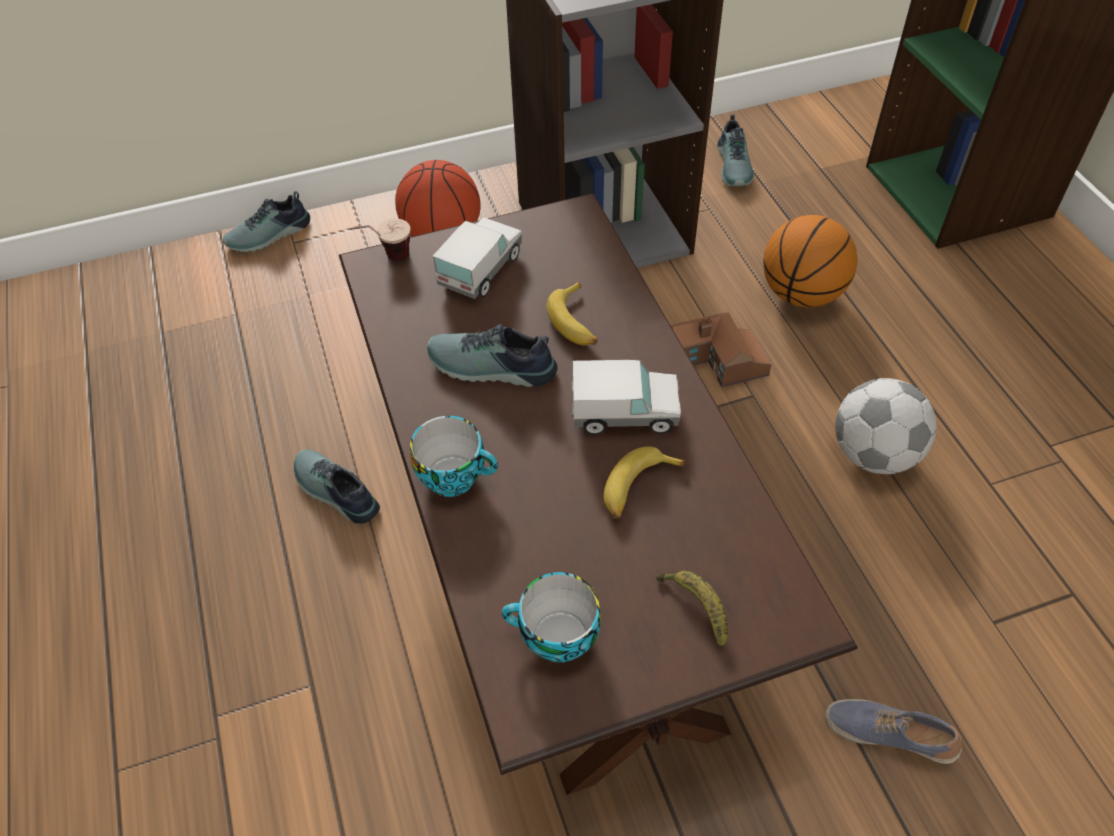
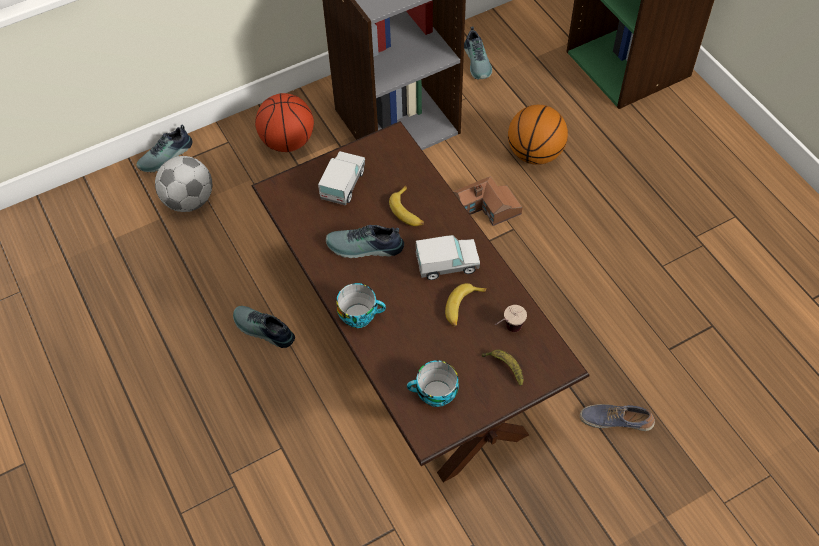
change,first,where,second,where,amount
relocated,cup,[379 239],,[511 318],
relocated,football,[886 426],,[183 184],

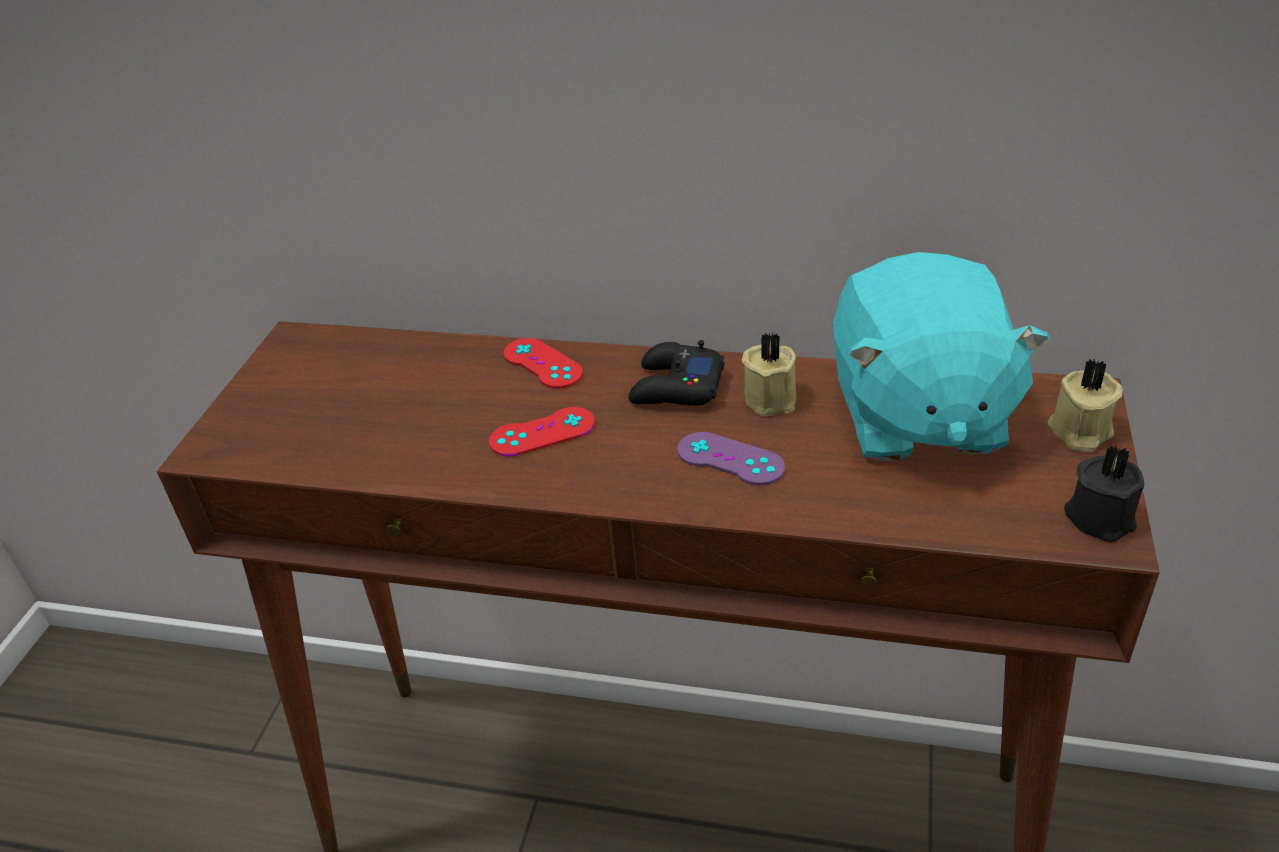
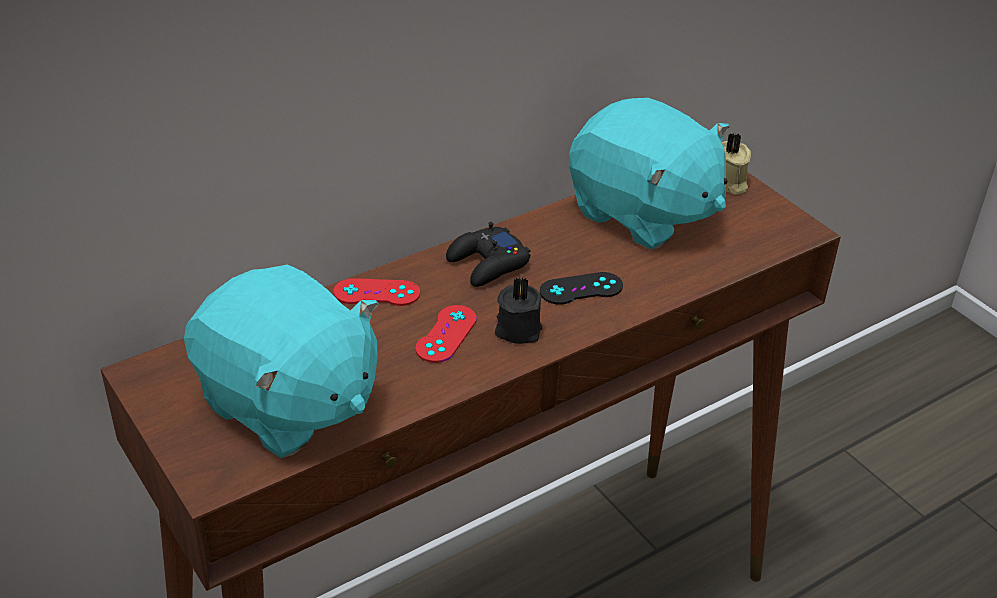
change,first,where,second,where,amount
colour,purple game controller,[731 458],black game controller,[581 288],
missing,beige candle,[769 374],,,
relocated,black candle,[1104 493],,[518 310],
appeared,,,turquoise plush toy,[281 361],

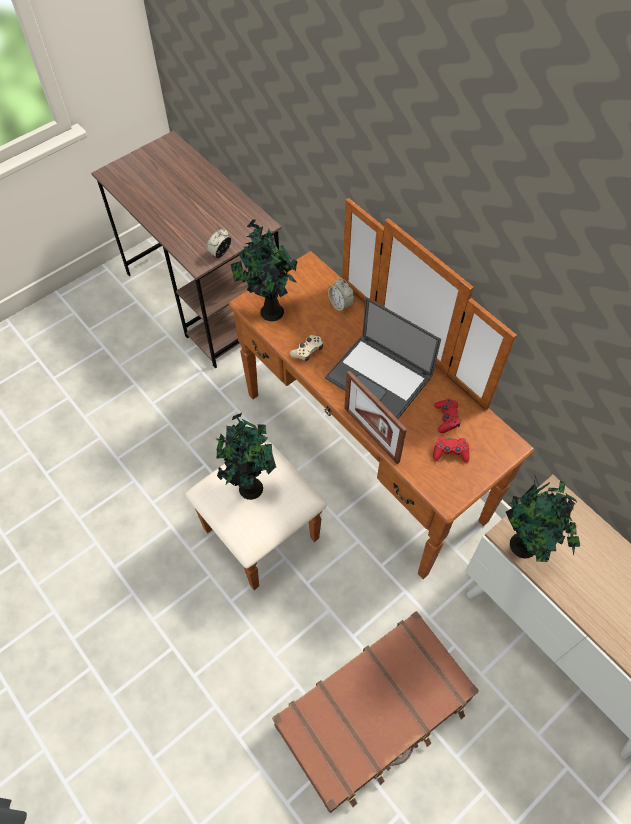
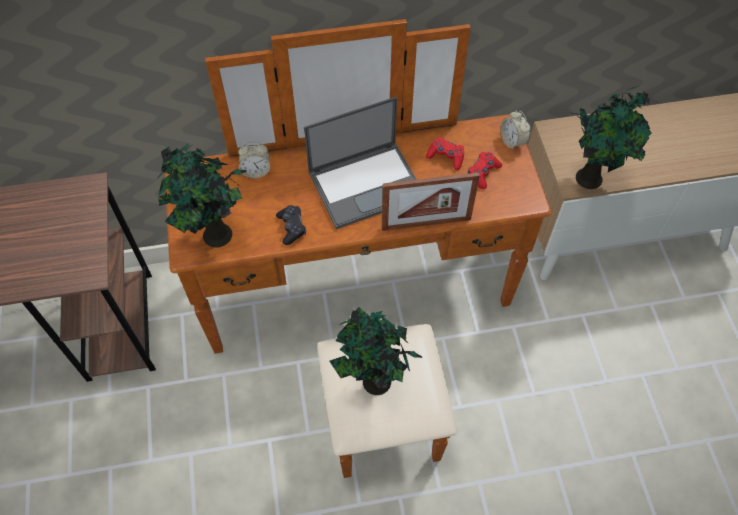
change,first,where,second,where,amount
relocated,alarm clock,[218 243],,[515 130],
missing,brown suitcase,[375 712],,,
colour,beige game controller,[306 348],black game controller,[291 225],

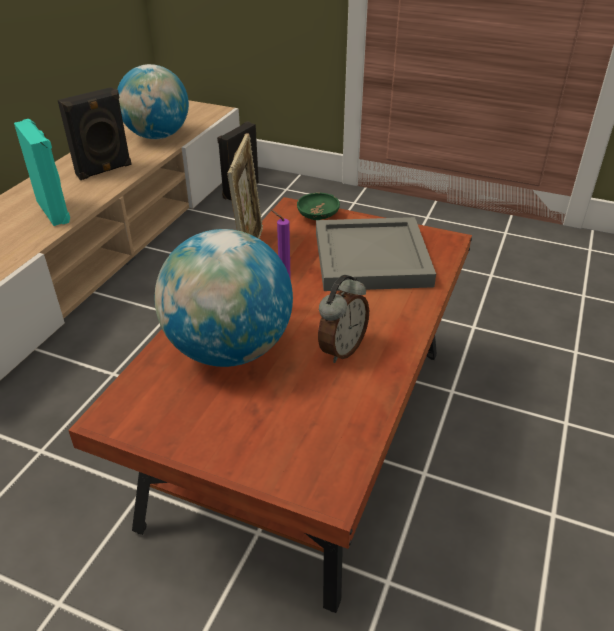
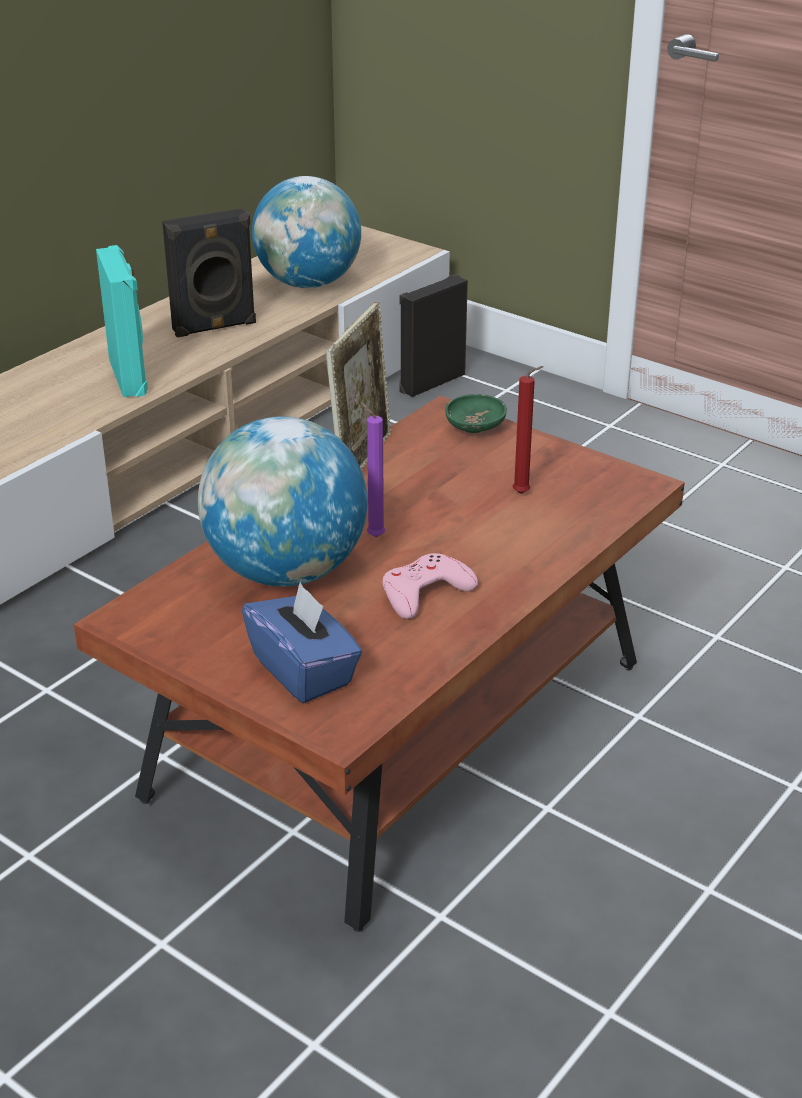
change,first,where,second,where,amount
exchanged,grey tray,[376 254],red candle,[528 430],
exchanged,alarm clock,[343 319],pink game controller,[430 586],
appeared,,,blue tissue box,[302 642],

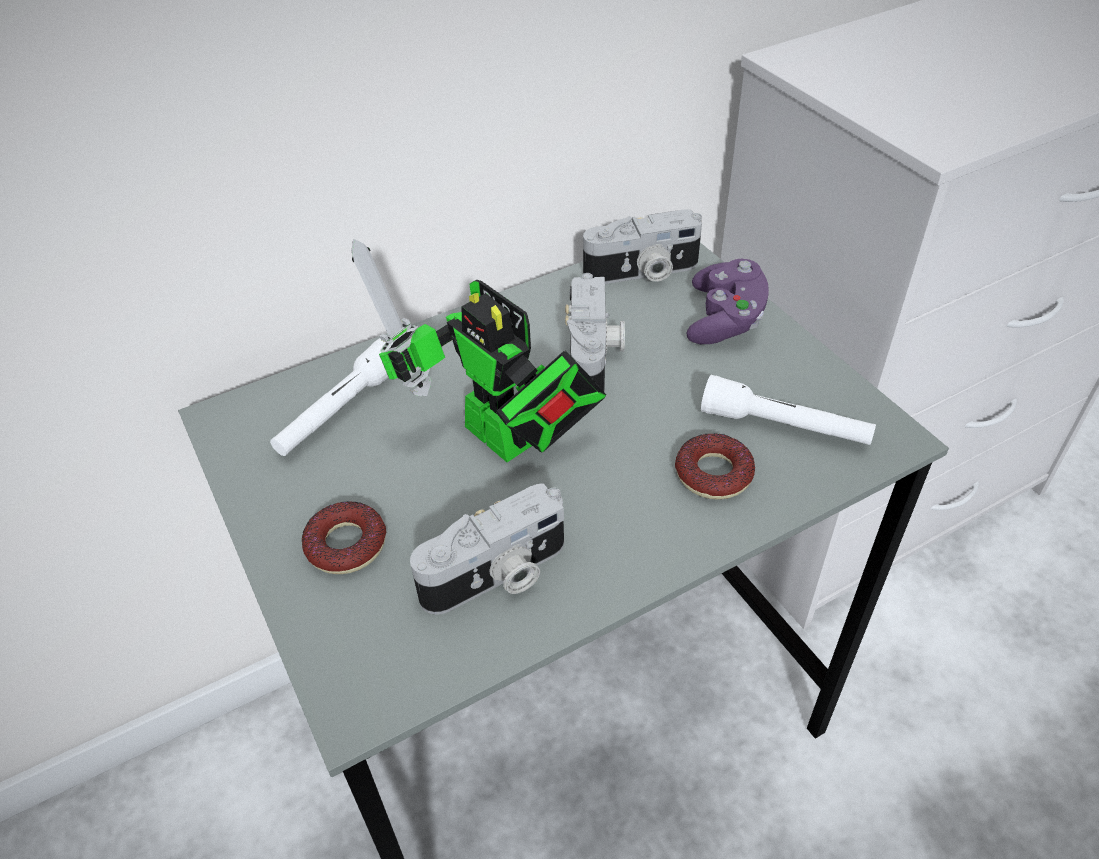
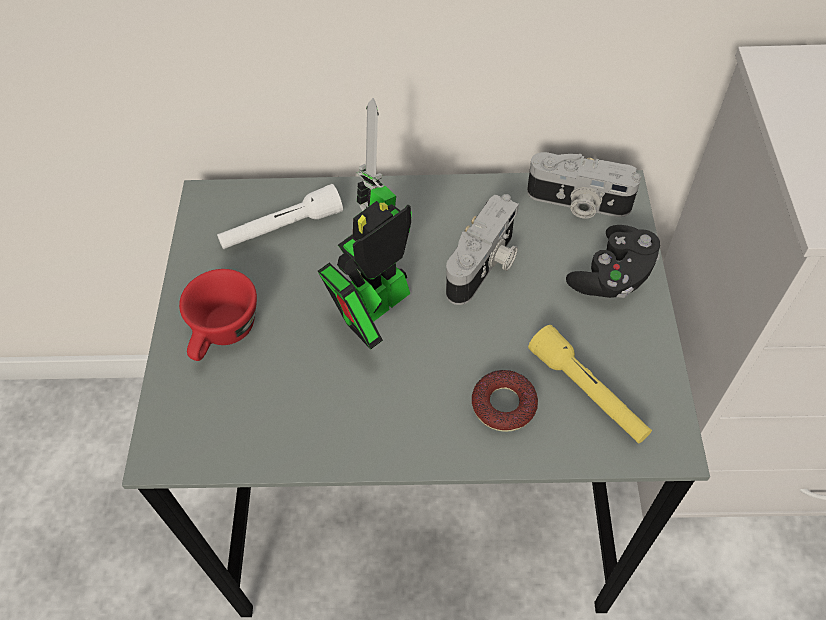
change,first,where,second,where,amount
exchanged,donut,[344 537],red cup,[218 315],
spun,toy robot,[479 350],,[365 224],60 degrees clockwise
missing,photo camera,[487 549],,,
colour,purple game controller,[728 301],black game controller,[613 261],
colour,white flashlight,[788 410],yellow flashlight,[590 384],

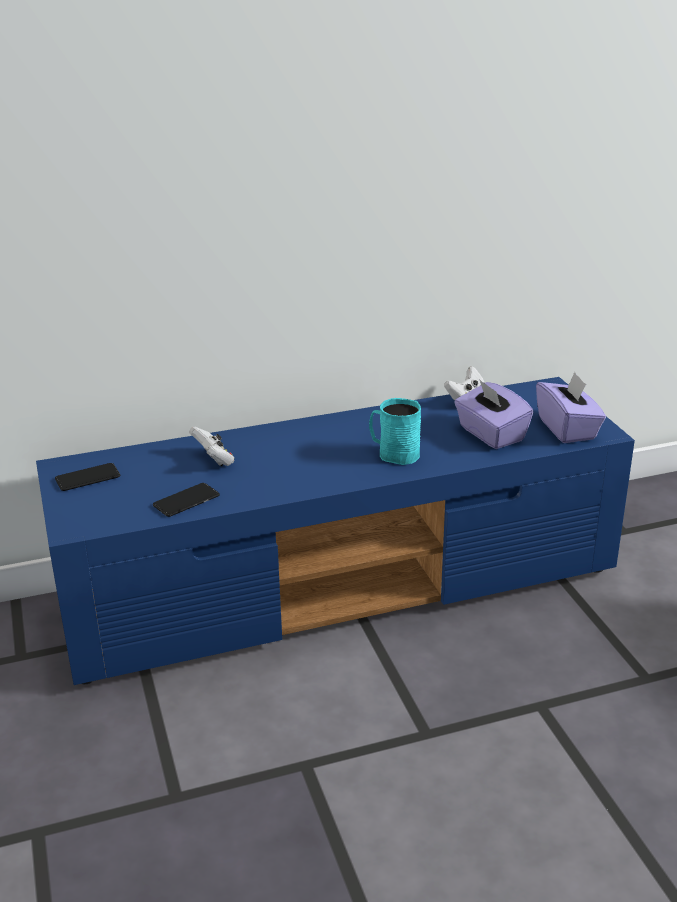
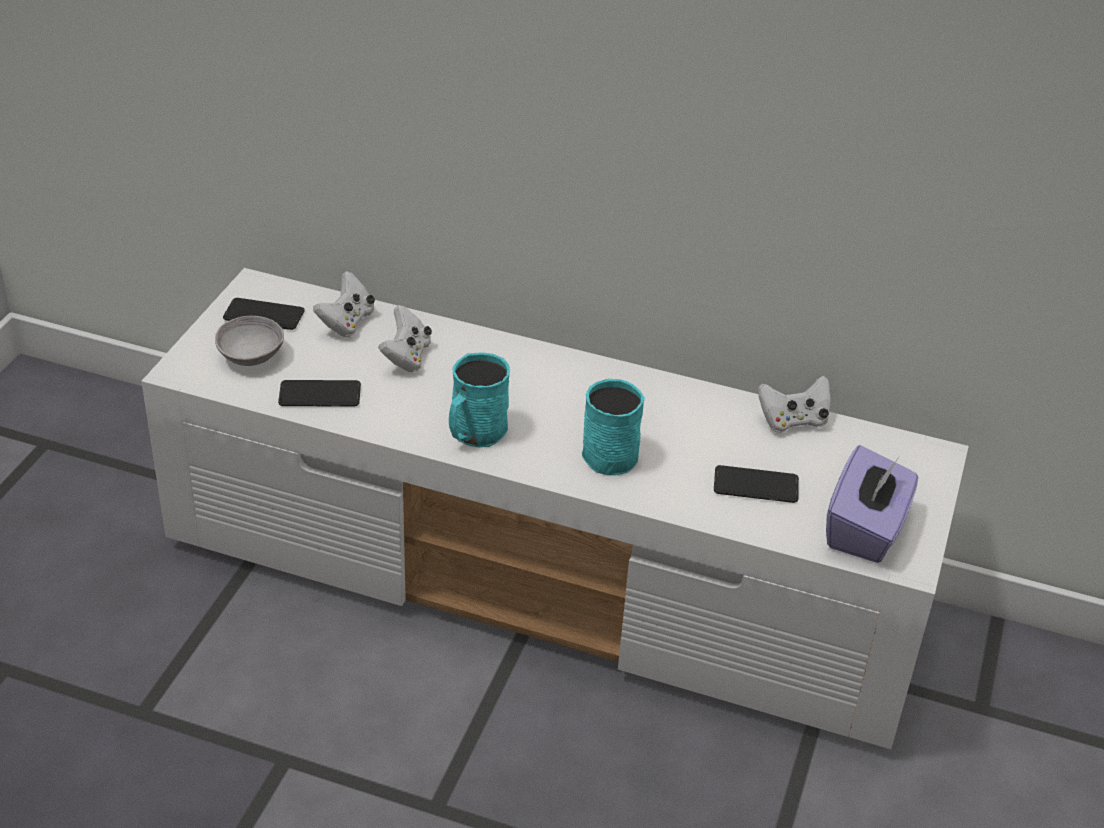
change,first,where,second,where,amount
colour,blue tv stand,[335 531],white tv stand,[555 508],
exchanged,purple tissue box,[493 414],phone,[756 484],
appeared,,,grey bowl,[249 341],
appeared,,,white game controller,[344 304],
appeared,,,turquoise mug,[479 399],

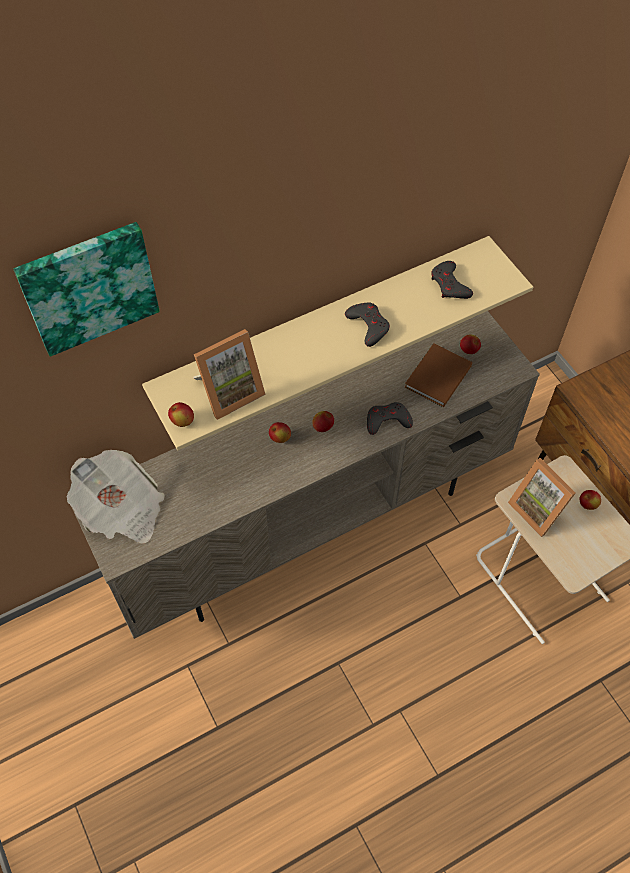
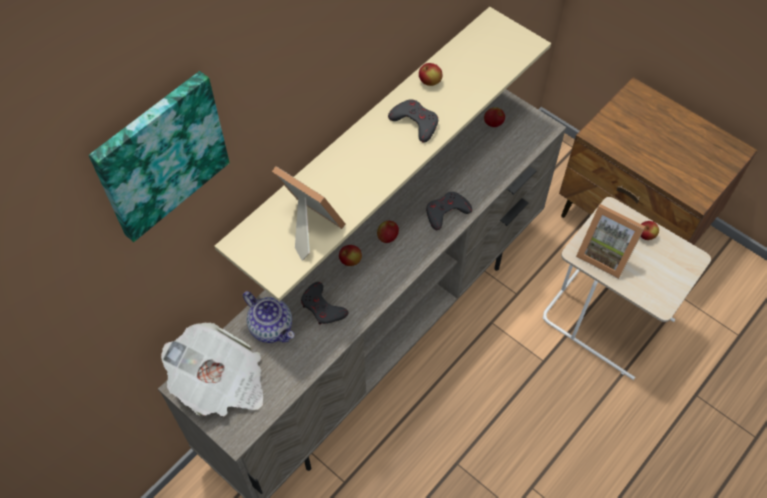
change,first,where,second,where,amount
relocated,apple,[181 414],,[430 74],
spun,picture frame,[229 374],,[308 213],90 degrees counterclockwise
missing,brown book,[438 375],,,
relocated,grey game controller,[452 280],,[324 303],
appeared,,,teapot,[268 317],

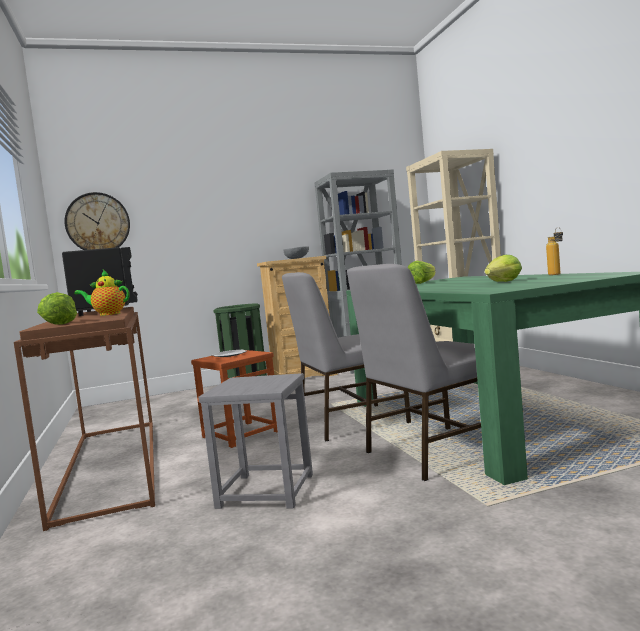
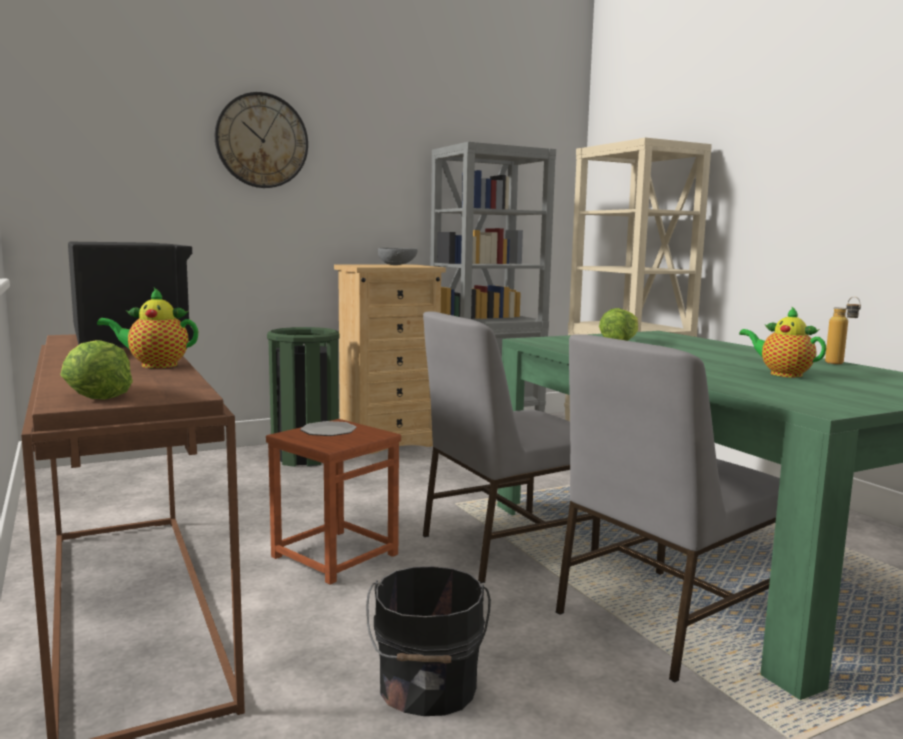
change,first,where,second,where,amount
relocated,wall clock,[97 221],,[261 140],
exchanged,grey stool,[255 441],black bucket,[428 641],
exchanged,lettuce,[503 268],teapot,[782 342],

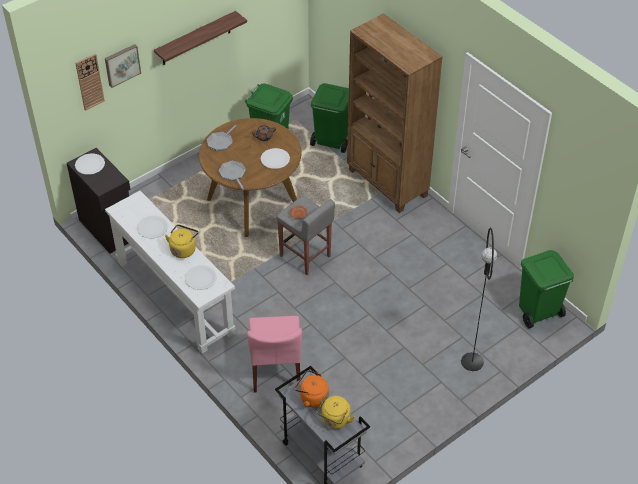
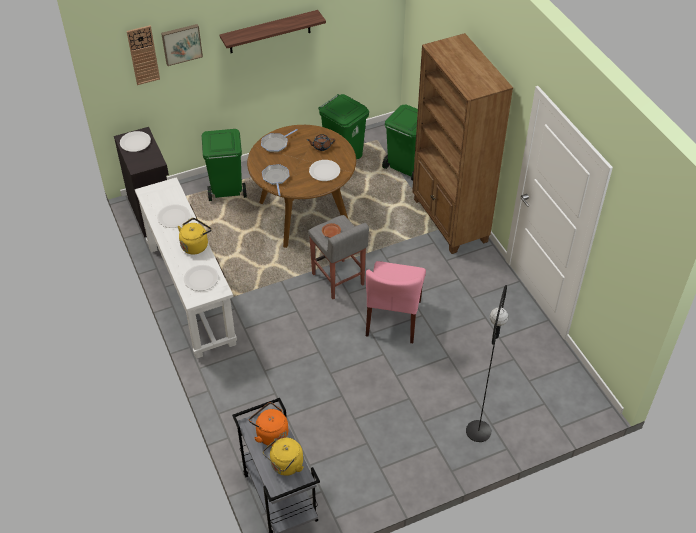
change,first,where,second,where,amount
relocated,pink chair,[274 354],,[396 302],
relocated,green trash can,[546 289],,[224 165],

